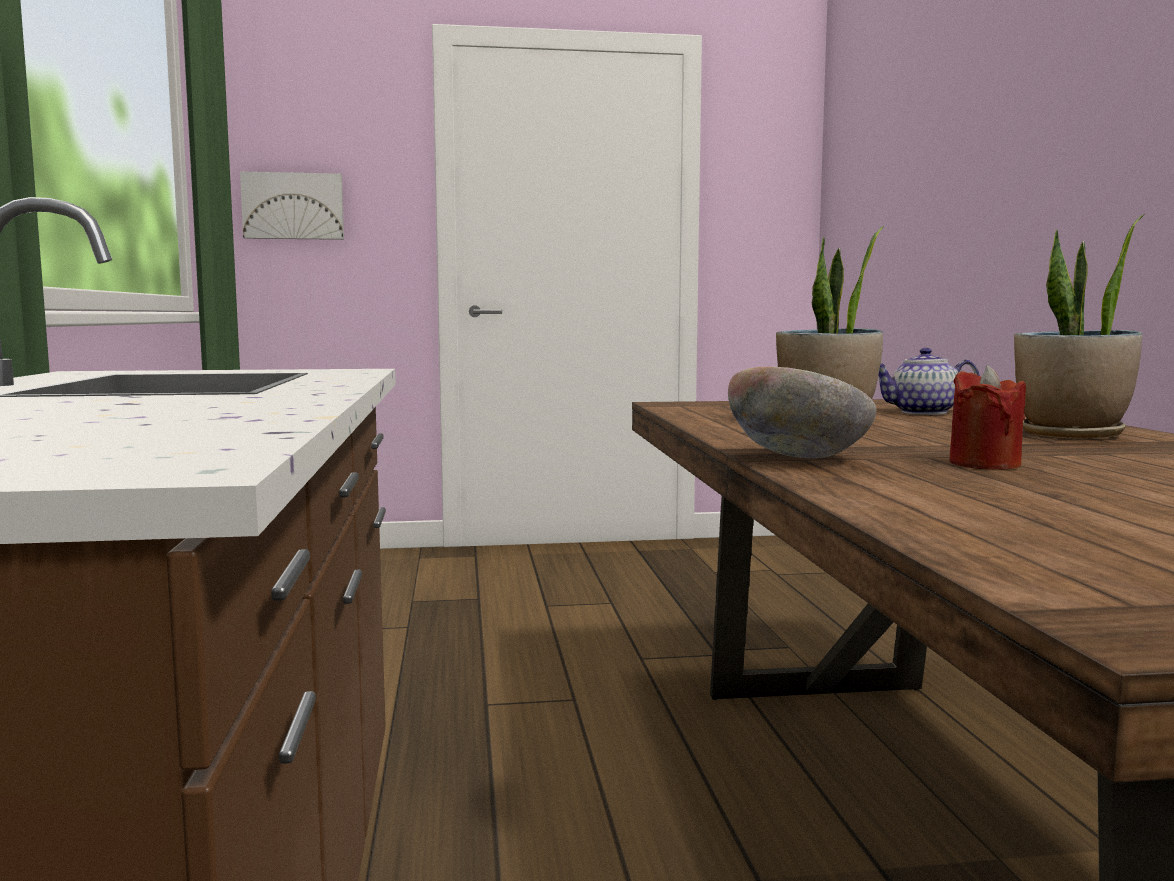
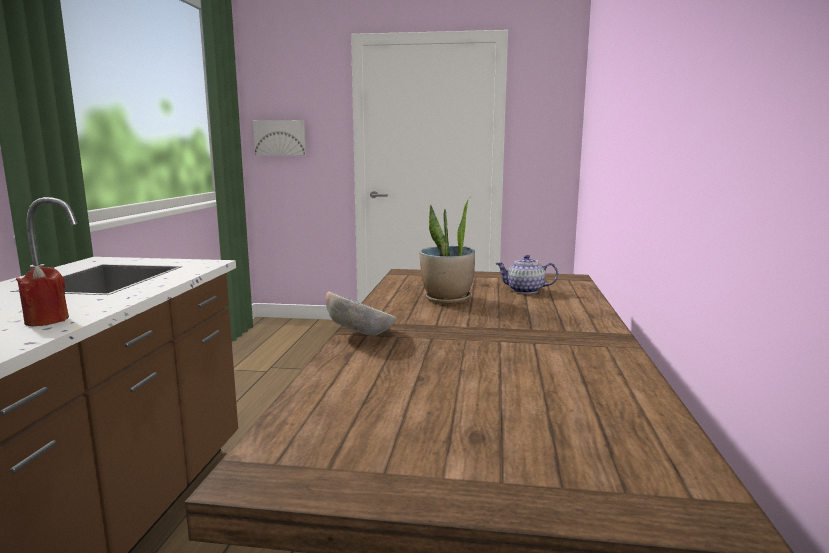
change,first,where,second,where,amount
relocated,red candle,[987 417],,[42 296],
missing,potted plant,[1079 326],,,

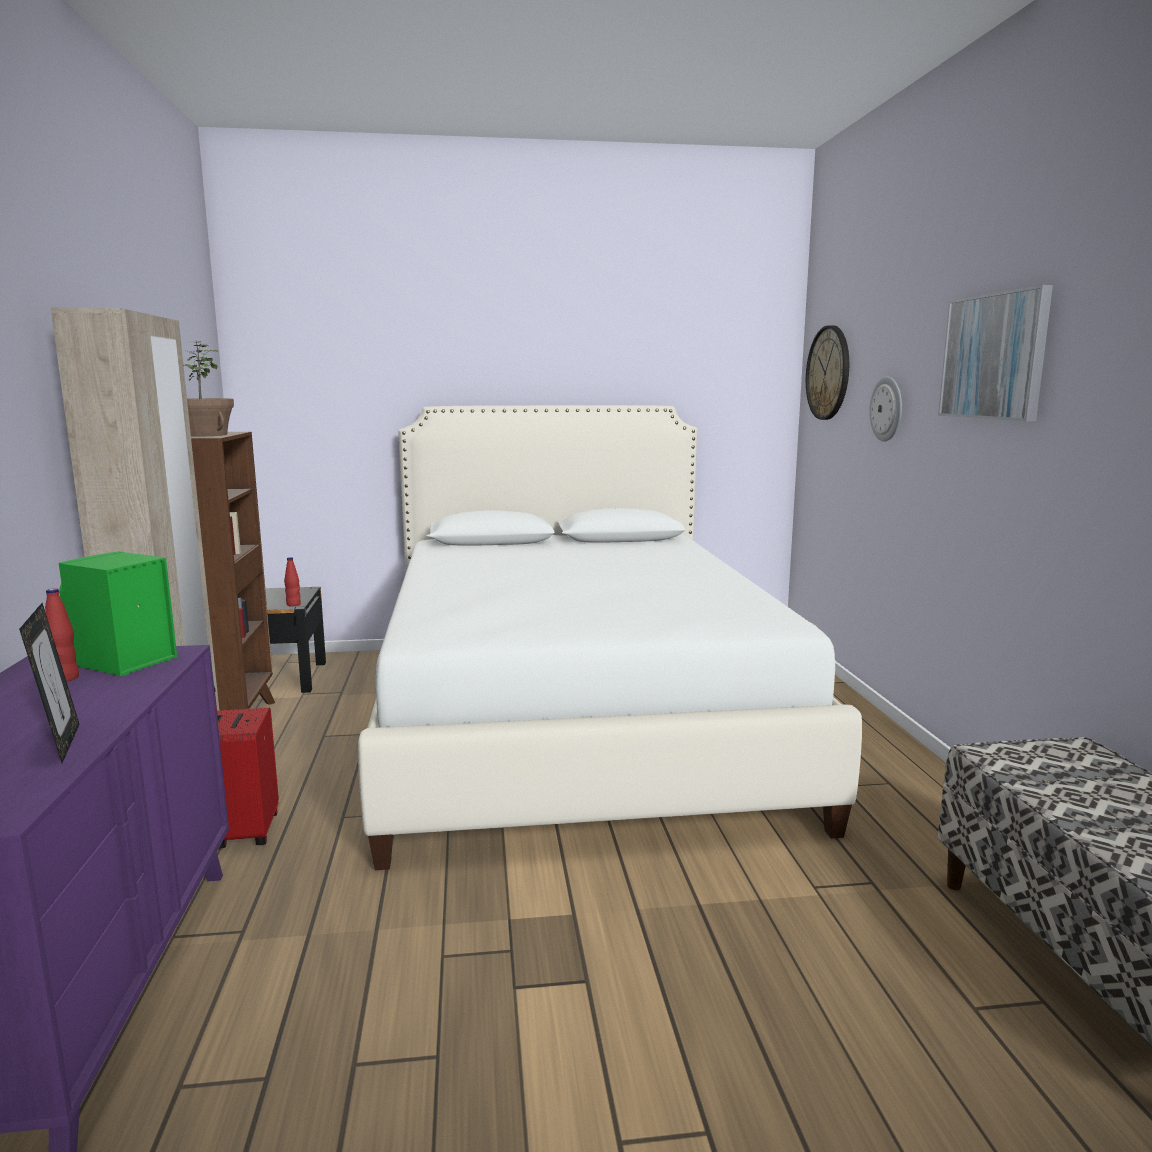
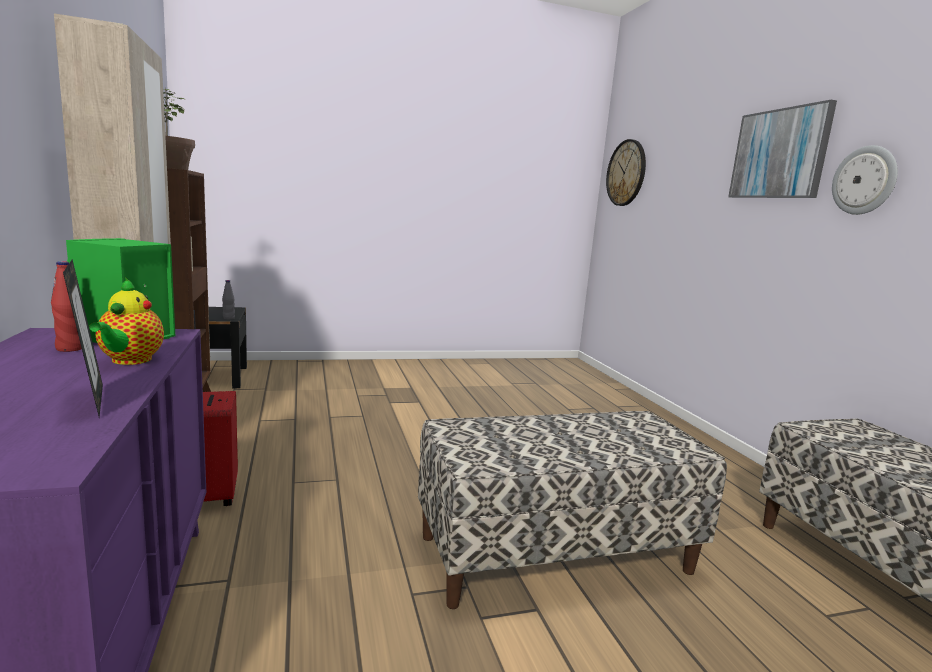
change,first,where,second,where,amount
colour,red bottle,[292 581],grey bottle,[228 299],
missing,white bed,[610 637],,,
relocated,wall clock,[885 409],,[865 180],
appeared,,,teapot,[126 321],
appeared,,,bench,[572 510],

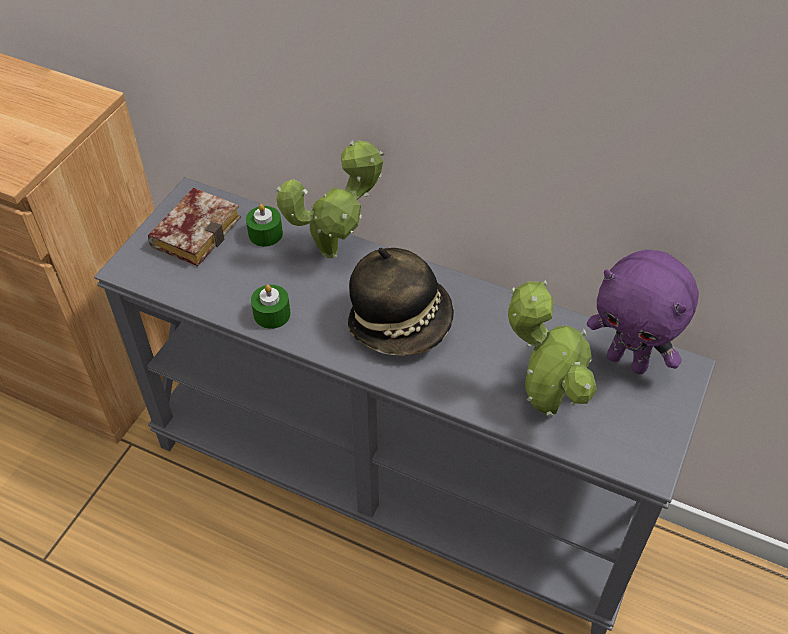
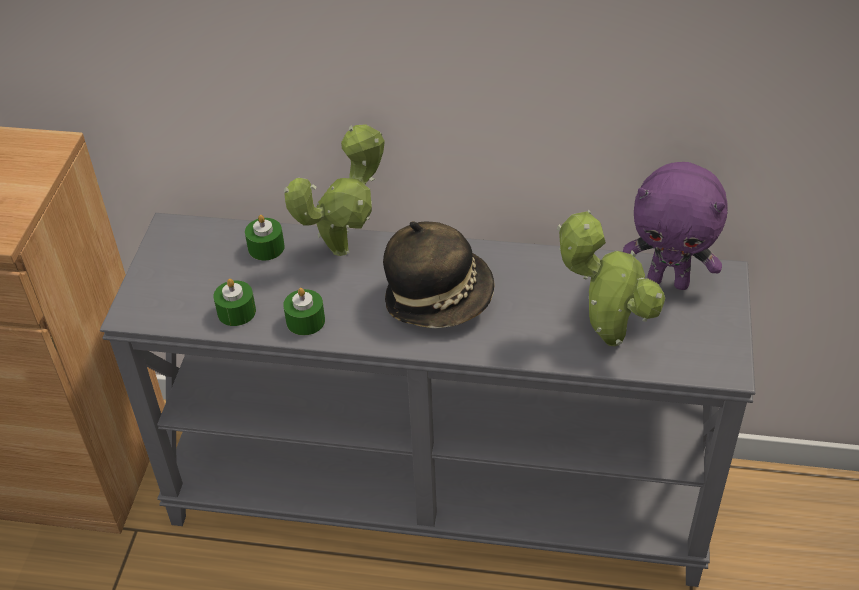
change,first,where,second,where,amount
missing,book,[194 227],,,
appeared,,,green candle,[234 302],

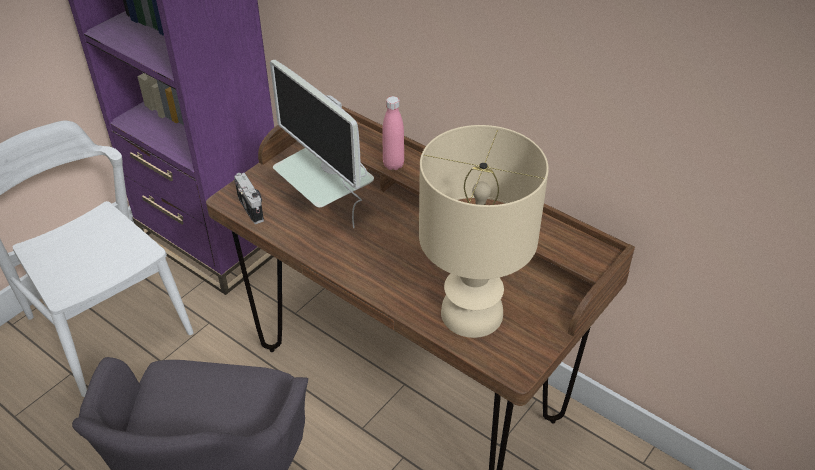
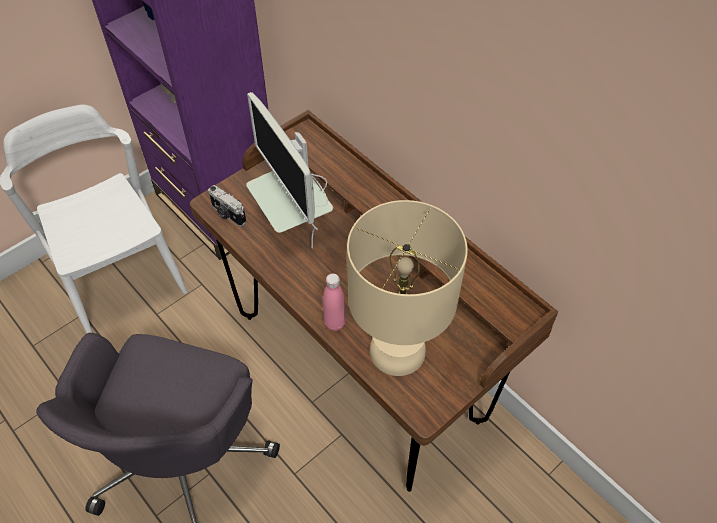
change,first,where,second,where,amount
spun,photo camera,[249 198],,[227 206],150 degrees clockwise
relocated,pink bottle,[393 133],,[334 302],

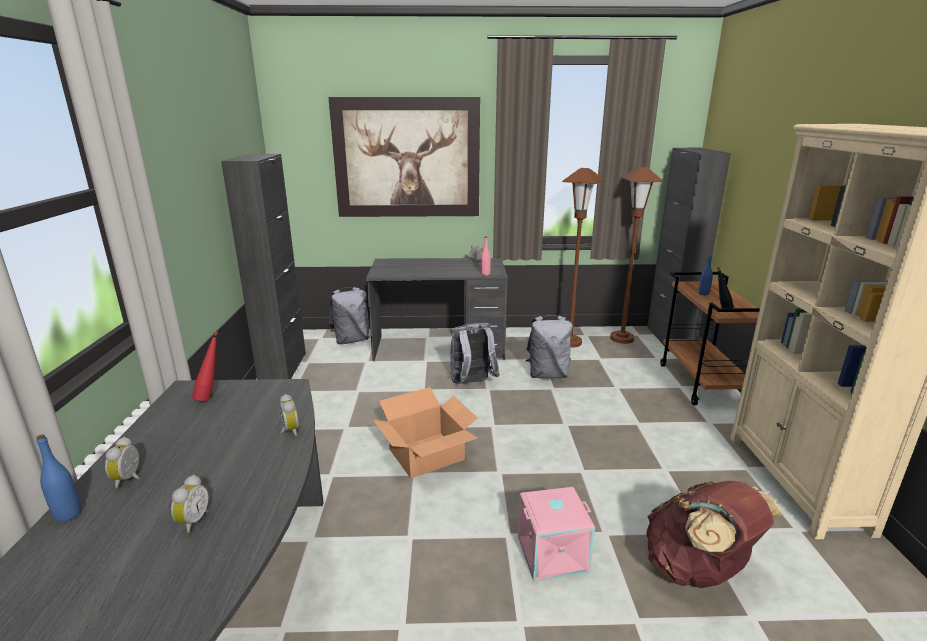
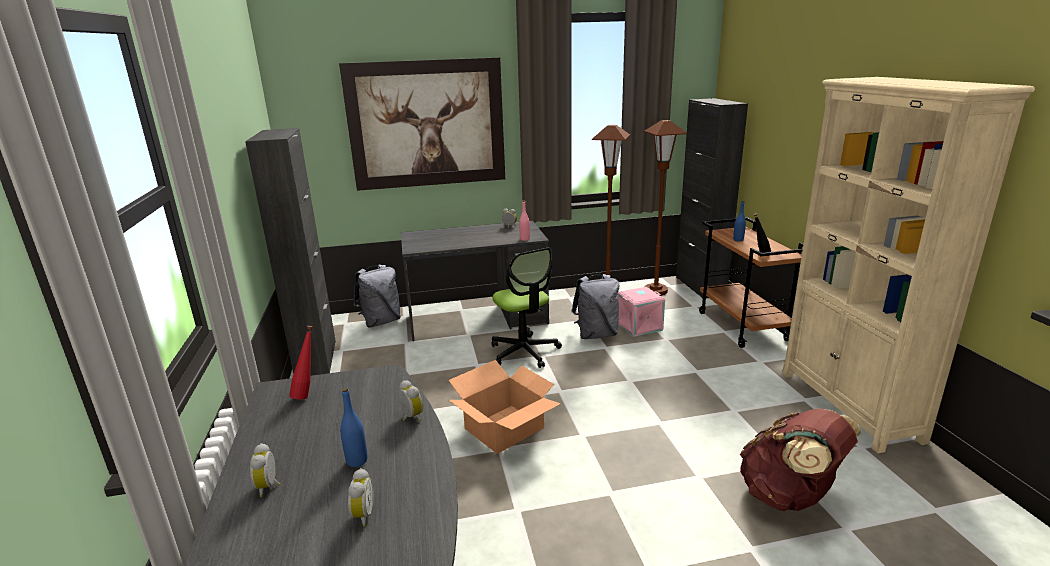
change,first,where,second,where,amount
relocated,blue bottle,[58 478],,[354 427],
exchanged,grey backpack,[475 353],office chair,[526 308],
relocated,pink storage box,[556 534],,[641 312],

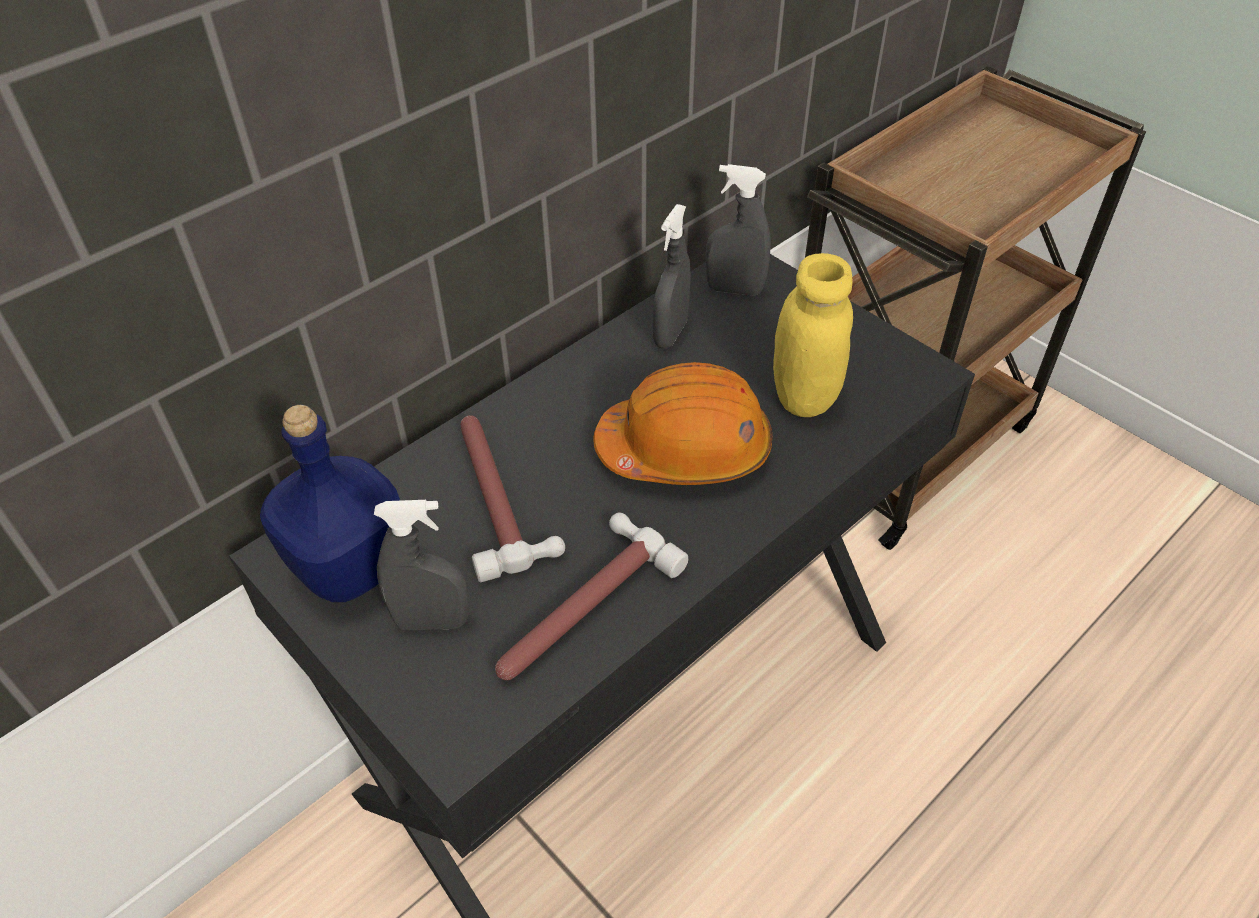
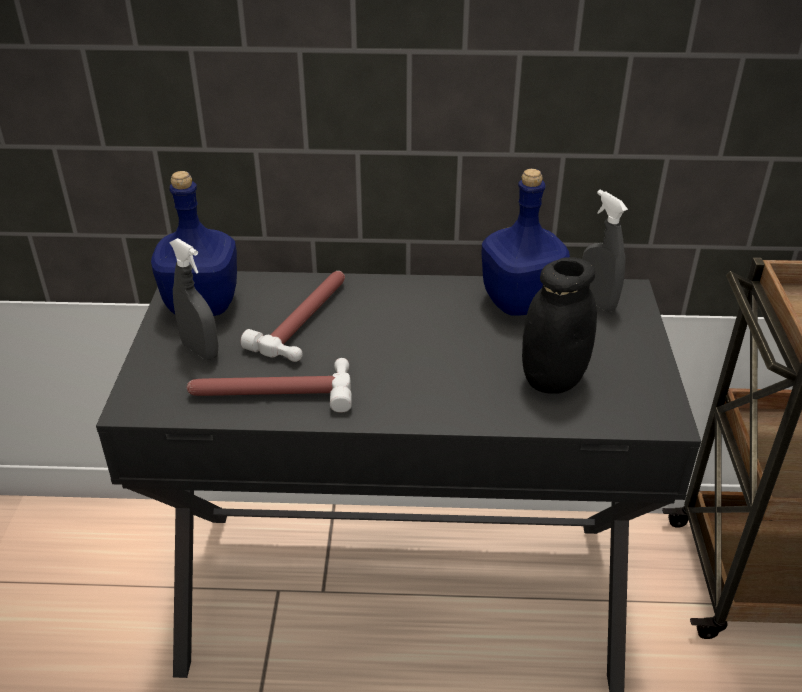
change,first,where,second,where,amount
missing,orange hard hat,[683 423],,,
exchanged,grey spray bottle,[672 276],blue bottle,[525 242],
colour,yellow jar,[813 335],black jar,[559 325],

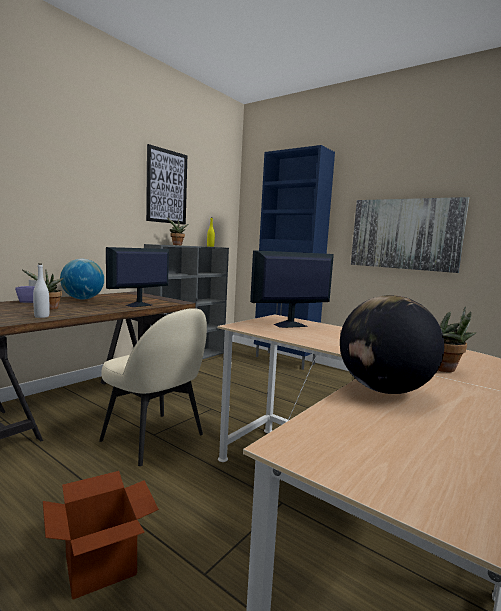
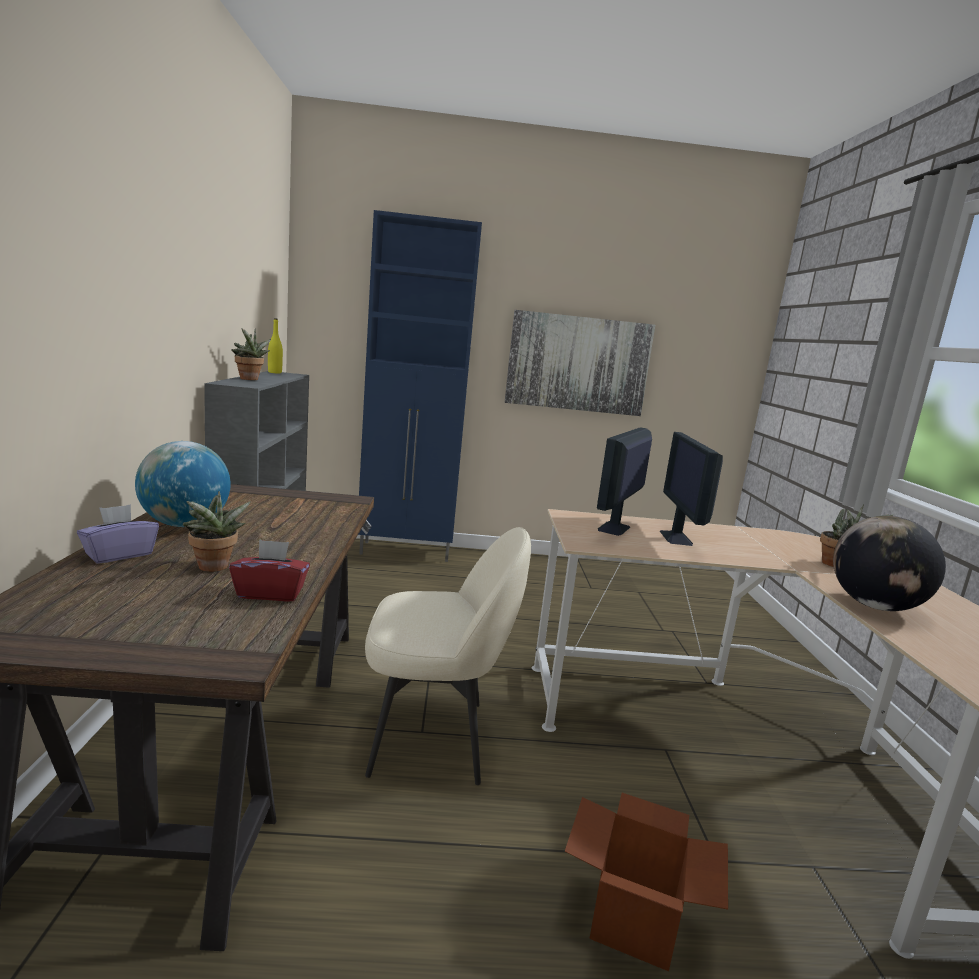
change,first,where,second,where,amount
exchanged,white bottle,[41 290],red tissue box,[269 570],
relocated,monitor,[137 277],,[691 489],
missing,picture,[166 184],,,

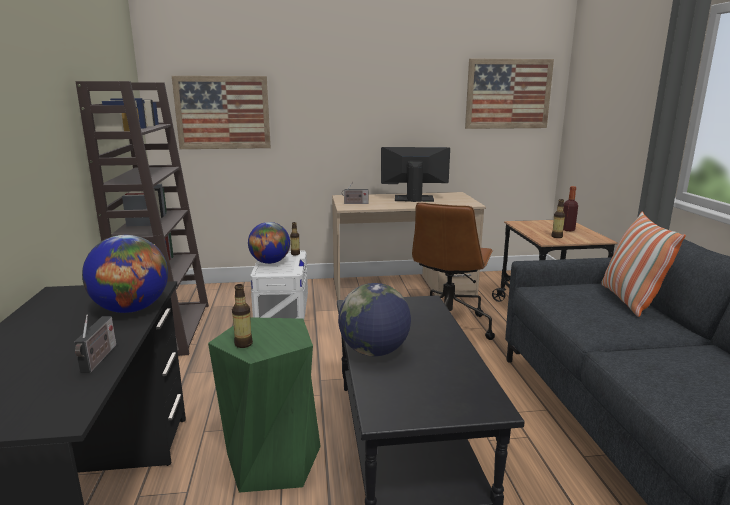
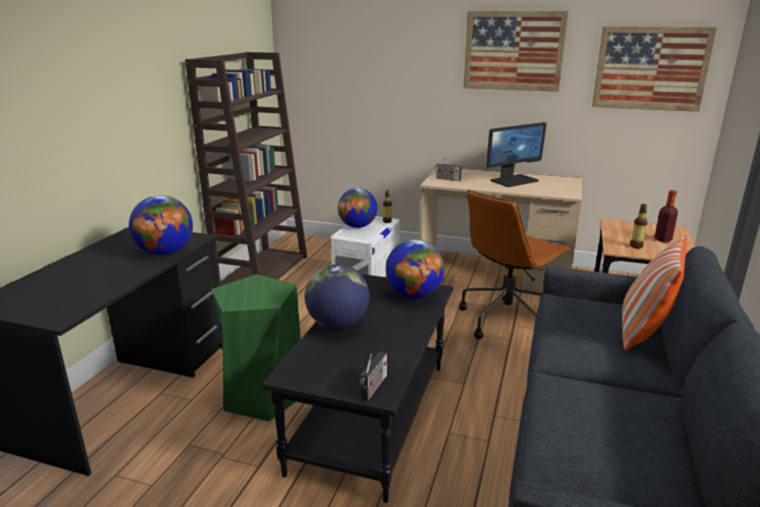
change,first,where,second,where,amount
relocated,radio,[95 344],,[373 375],
relocated,picture,[221 112],,[516 51],
missing,bottle,[242 316],,,
spun,monitor,[415 174],,[516 154],120 degrees clockwise
appeared,,,globe,[415 268],

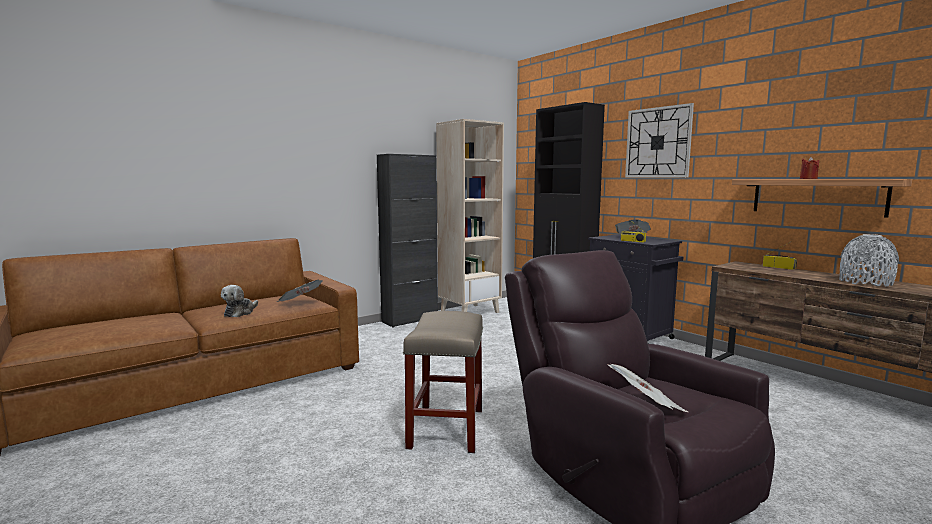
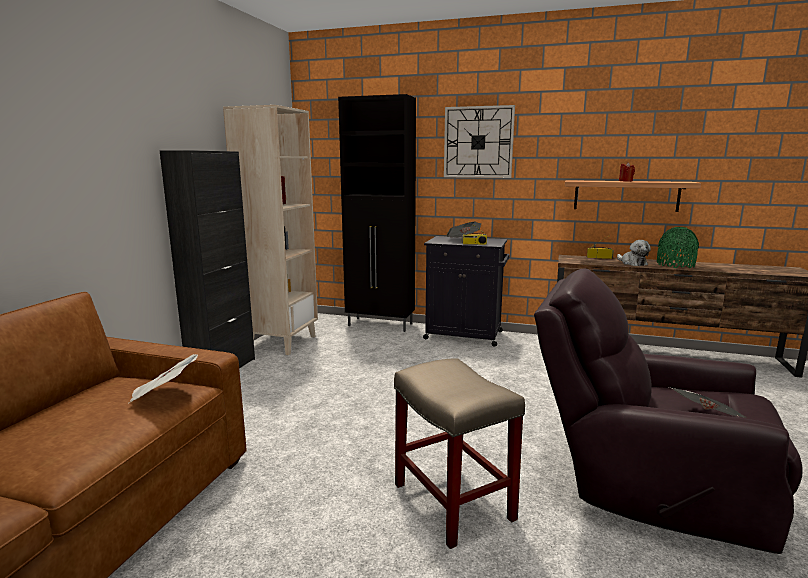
change,first,where,second,where,amount
relocated,plush toy,[239 301],,[634 253],
colour,grey vase,[869 260],green vase,[678 247],

